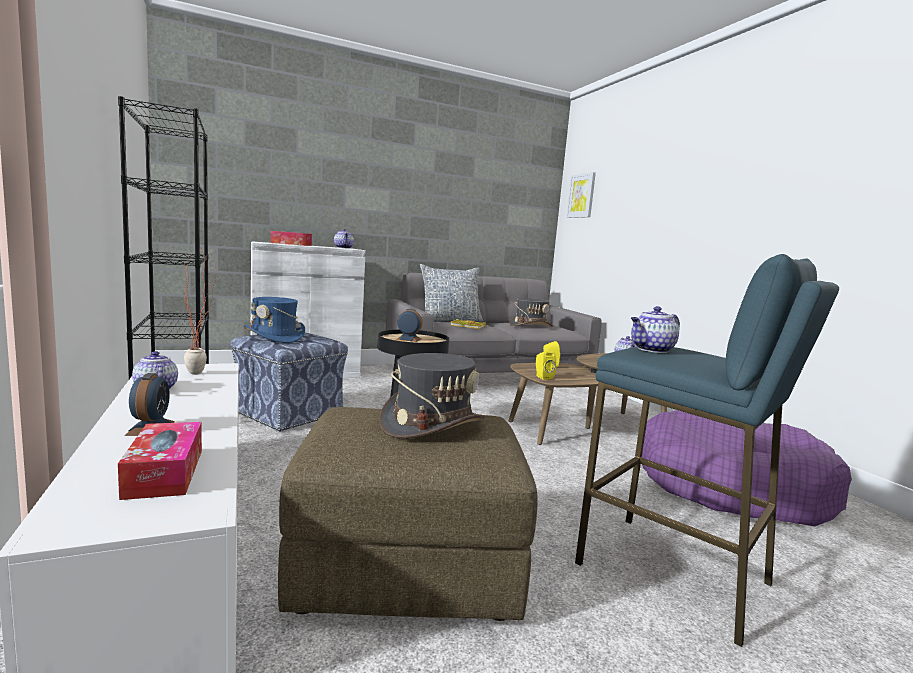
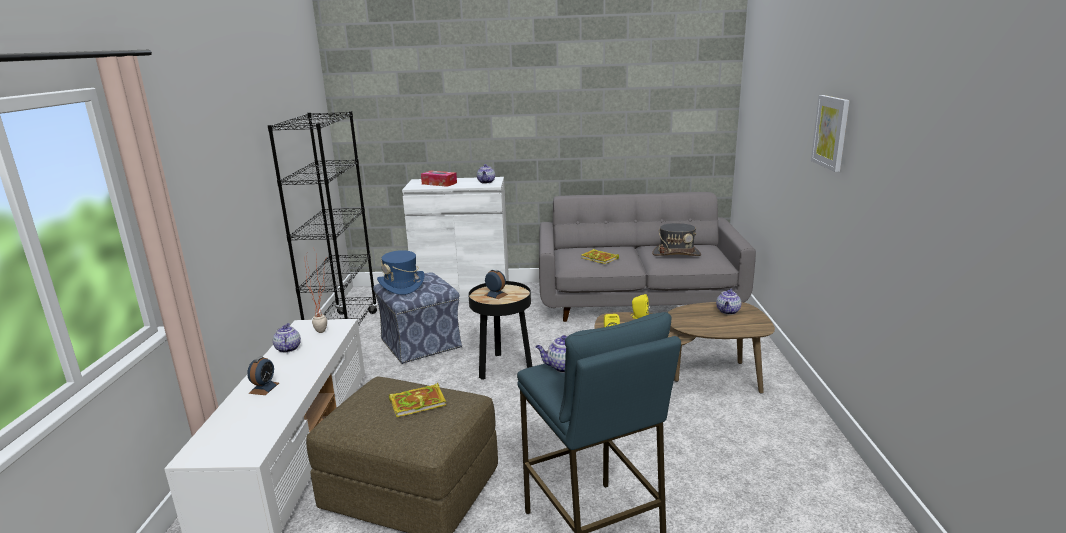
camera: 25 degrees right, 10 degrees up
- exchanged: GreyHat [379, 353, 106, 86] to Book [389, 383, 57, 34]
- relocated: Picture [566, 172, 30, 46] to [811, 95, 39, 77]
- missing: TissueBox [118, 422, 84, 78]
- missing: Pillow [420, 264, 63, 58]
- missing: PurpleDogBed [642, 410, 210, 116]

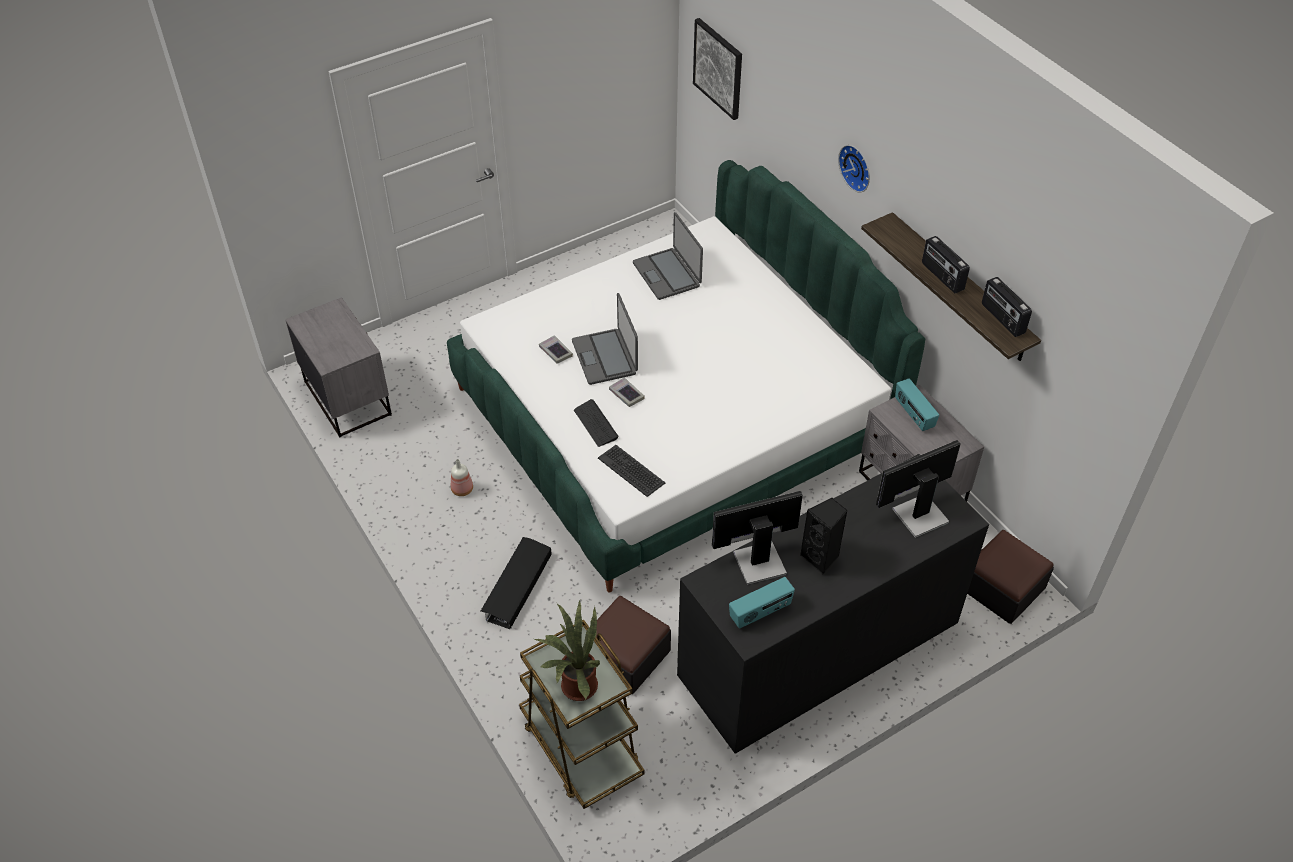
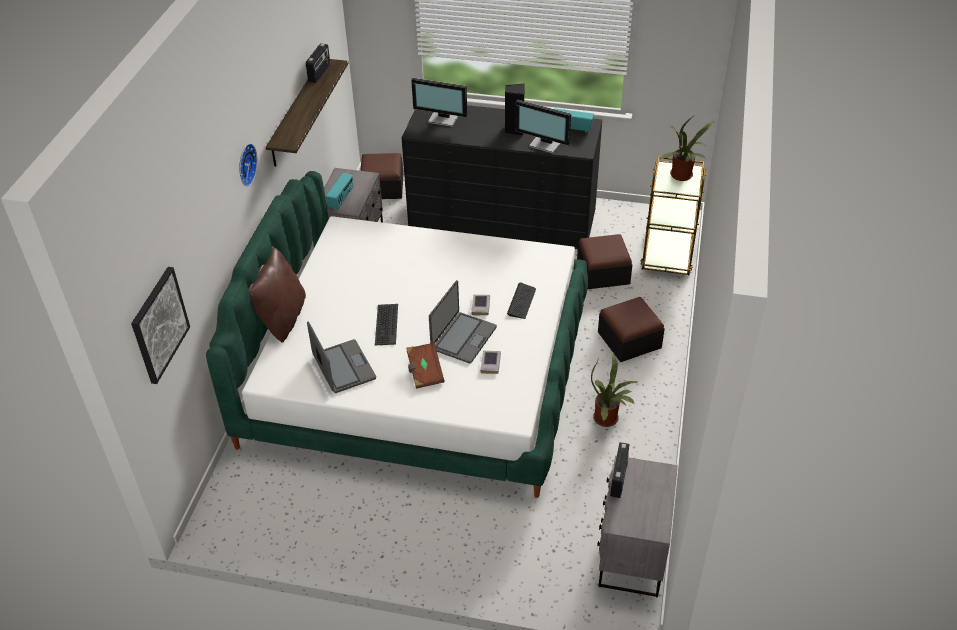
camera: 135 degrees left, 5 degrees down
- appeared: BrownPillow [248, 246, 58, 97]
- spun: Laptop [633, 212, 70, 88] = [307, 322, 69, 71] 45 degrees counterclockwise
- relocated: Keyboard [598, 445, 67, 52] to [375, 304, 23, 41]
- appeared: BrownBook [406, 343, 39, 46]
- exchanged: Bottle [451, 459, 22, 37] to PottedPlant [591, 352, 46, 75]
- exchanged: BlackStorageBox [481, 537, 71, 93] to Ottoman [598, 297, 67, 65]
- relocated: Radio [922, 236, 48, 57] to [610, 442, 20, 56]

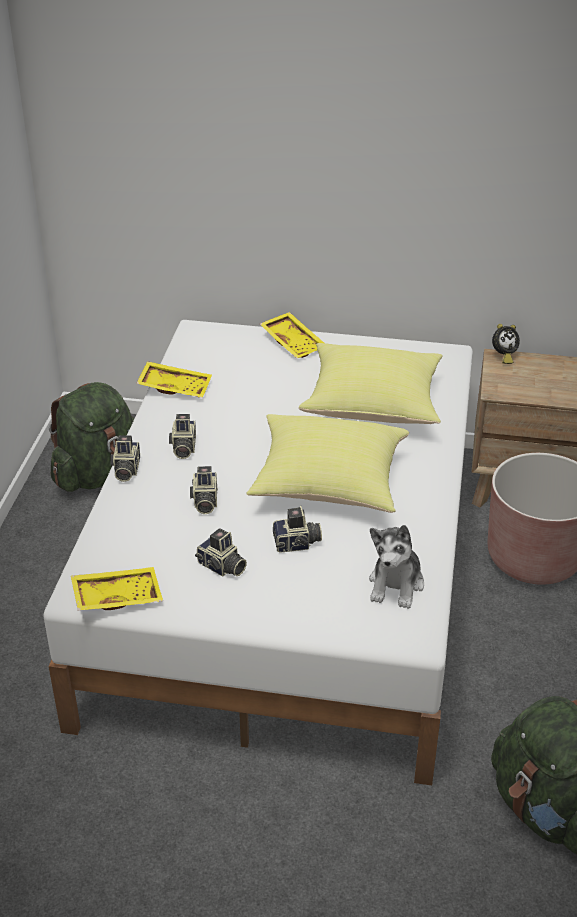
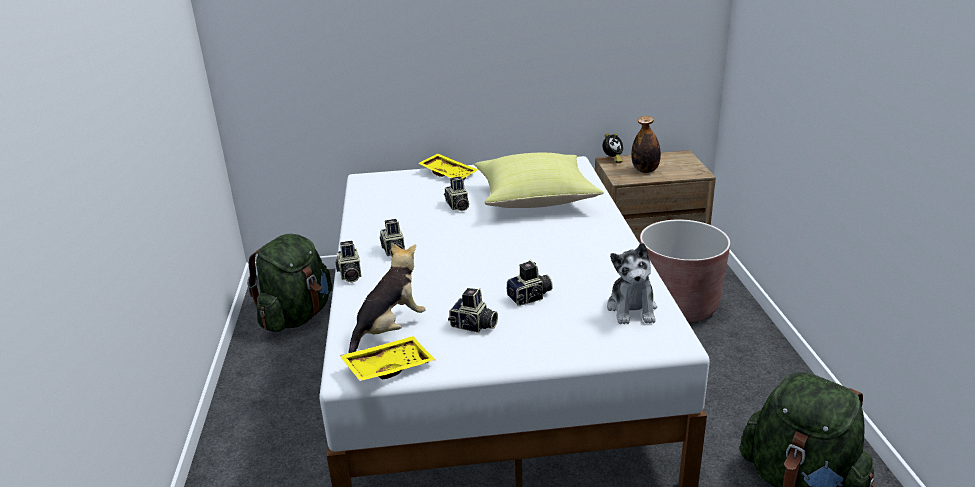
camera: 15 degrees left, 10 degrees down
- appeared: PlushToy [348, 243, 78, 110]
- relocated: PhotoCamera [190, 466, 28, 48] to [444, 177, 25, 34]
- appeared: Bottle [631, 116, 30, 57]
- missing: YellowTray [136, 361, 76, 37]
- missing: YellowPillow [246, 414, 163, 99]

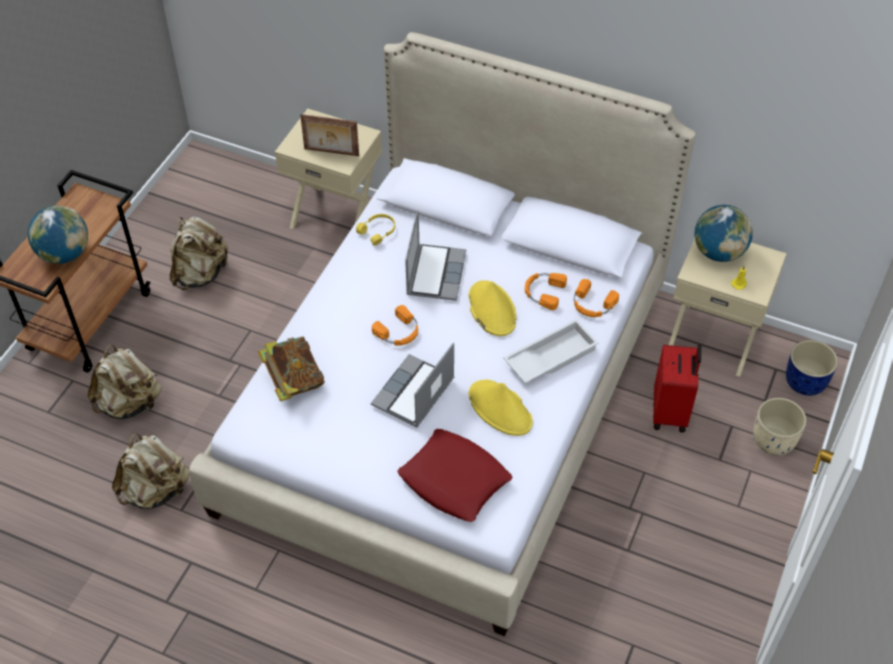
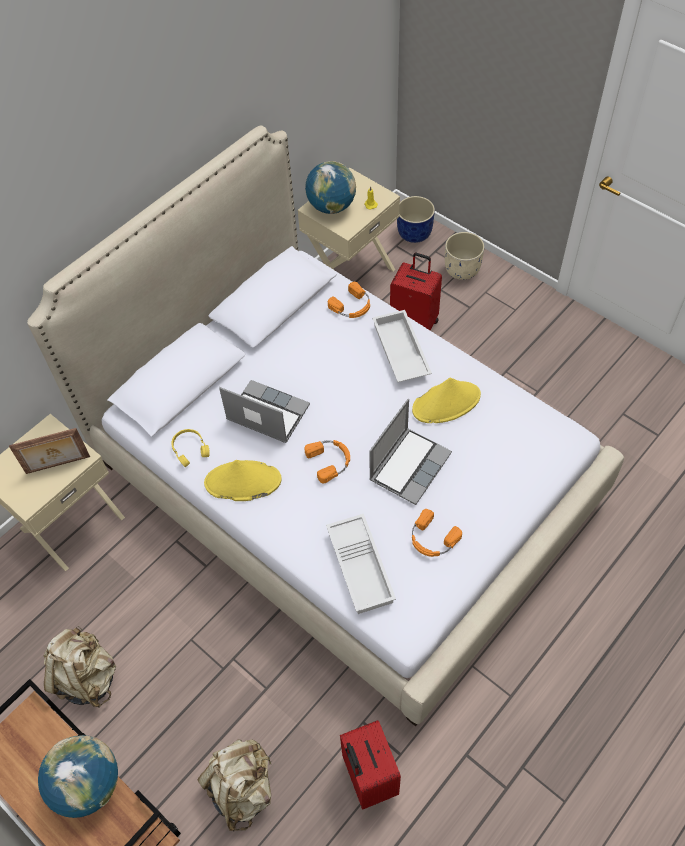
camera: 70 degrees left, 5 degrees up
- spun: PictureFrame [300, 114, 59, 42] = [9, 428, 81, 46] 45 degrees clockwise
- relocated: YellowHat [468, 280, 48, 56] to [204, 460, 78, 41]
- exchanged: Book [258, 336, 67, 65] to WhiteTray [326, 514, 70, 100]
- exchanged: BeigeBackpack [112, 433, 78, 76] to RedSuitcase [340, 720, 61, 90]
- spun: Laptop [371, 343, 83, 85] = [369, 399, 83, 106] 105 degrees counterclockwise
- relocated: OrangeHeadphones [525, 273, 42, 37] to [412, 509, 50, 48]
- missing: RedPillow [397, 429, 116, 93]

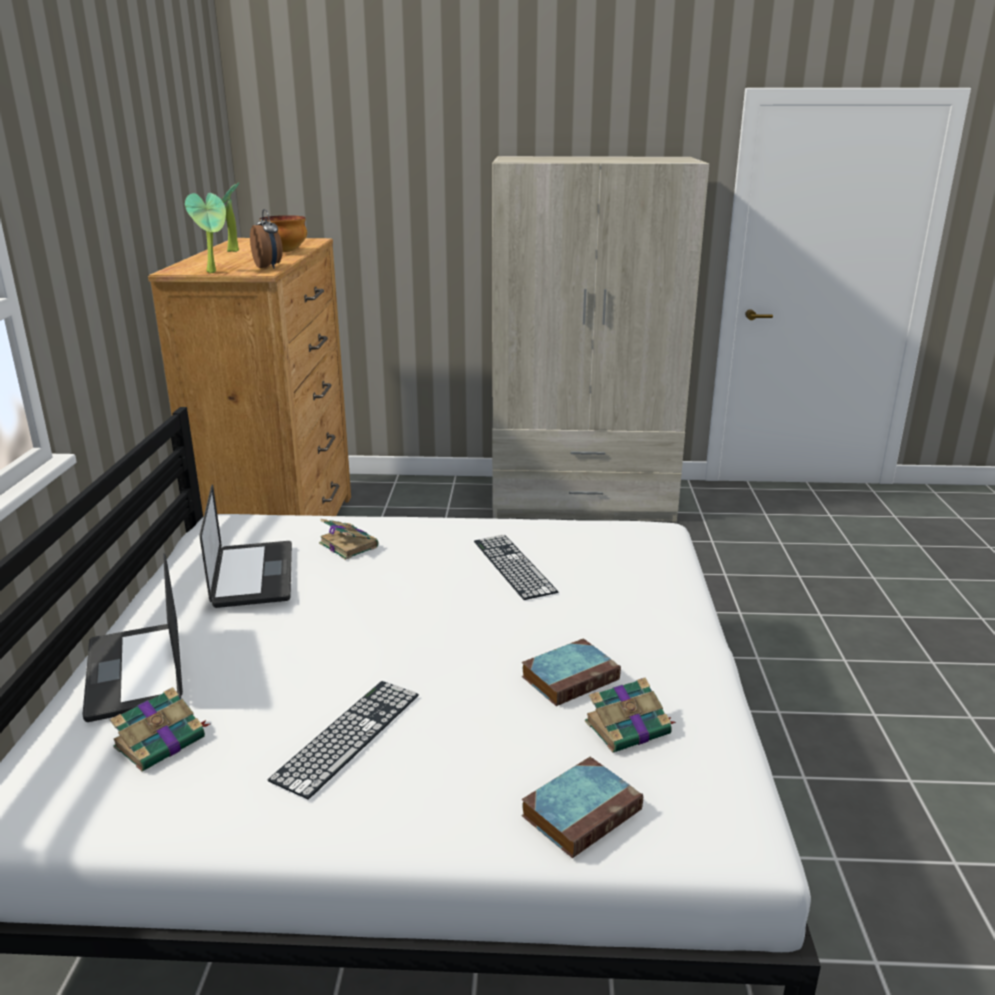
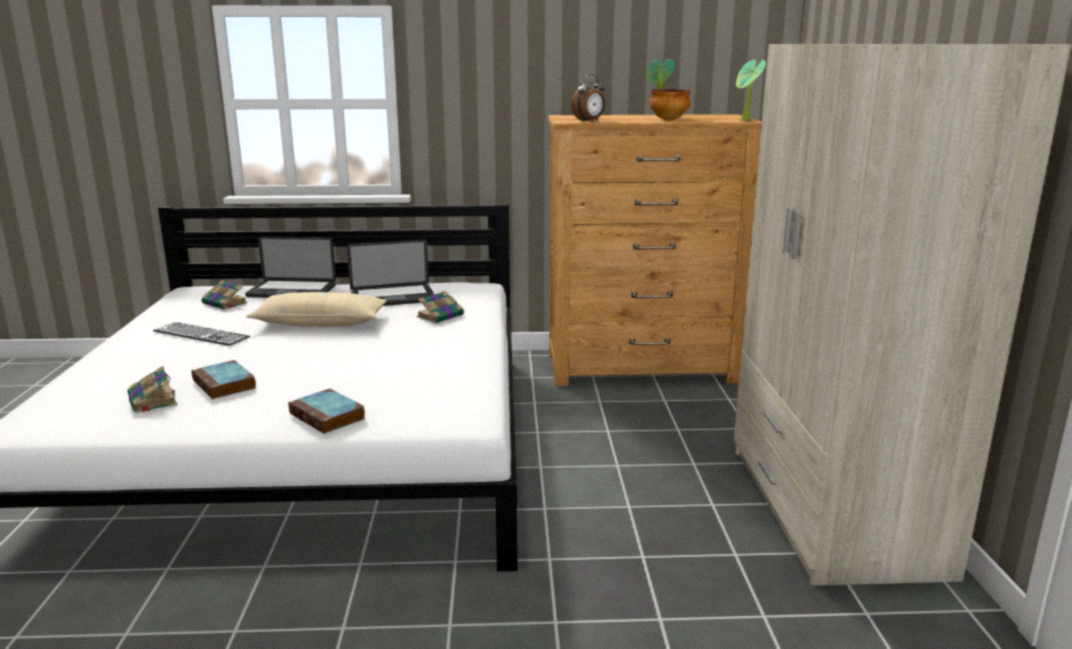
camera: 85 degrees right, 5 degrees down
- spun: Laptop [82, 553, 101, 169] = [245, 236, 91, 62] 150 degrees counterclockwise
- appeared: BeigePillow [246, 292, 141, 35]
- relocated: Book [521, 757, 122, 101] to [288, 389, 77, 45]
- relocated: PottedPlant [185, 193, 41, 80] to [736, 59, 30, 62]
- missing: Keyboard [474, 535, 84, 65]

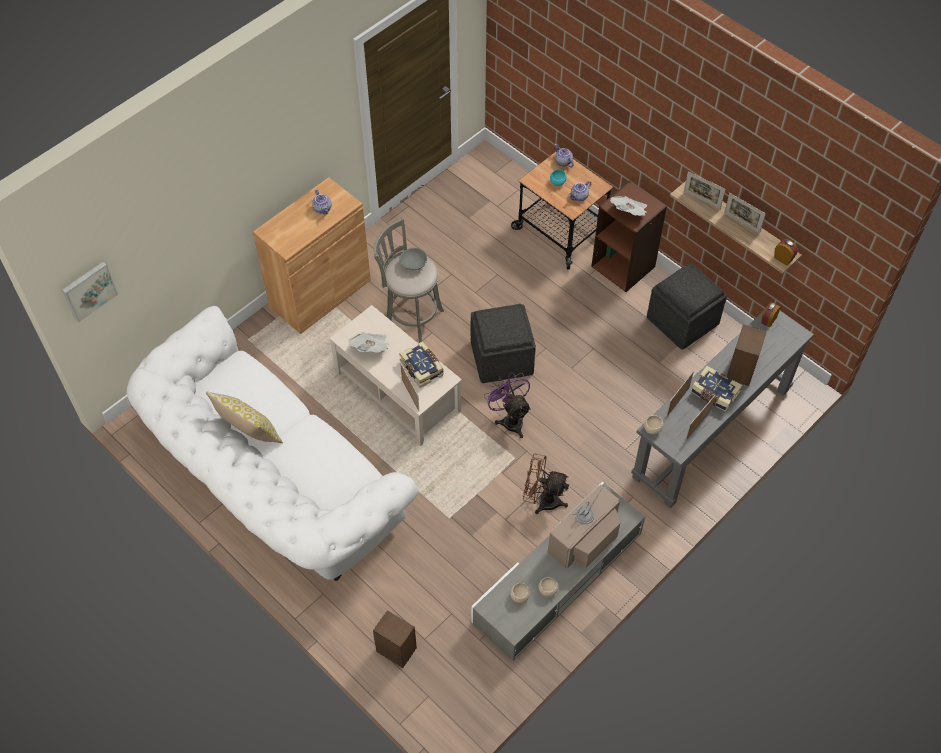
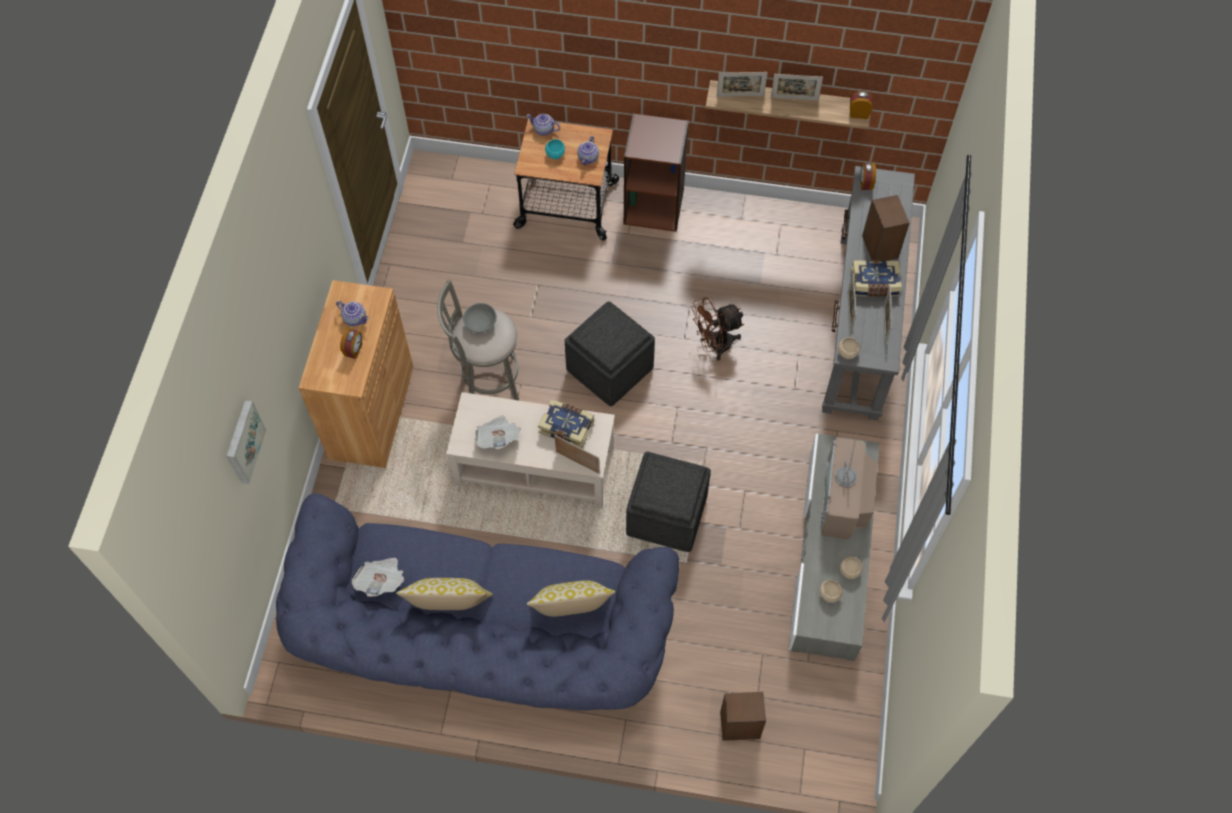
camera: 35 degrees left, 5 degrees up
- relocated: Picture [62, 262, 56, 61] to [226, 400, 40, 84]
- colour: WhiteSofa [127, 306, 291, 275] to BlueSofa [276, 493, 403, 218]
- appeared: AlarmClock [340, 329, 22, 30]
- relocated: Newspaper [610, 196, 37, 20] to [352, 558, 52, 39]
- appeared: Pillow [527, 580, 88, 37]
- relocated: GreyOttoman [647, 263, 80, 87] to [626, 452, 85, 100]
- relocated: BrownFan [523, 454, 46, 60] to [691, 297, 53, 64]
- missing: PurpleFan [484, 372, 47, 66]

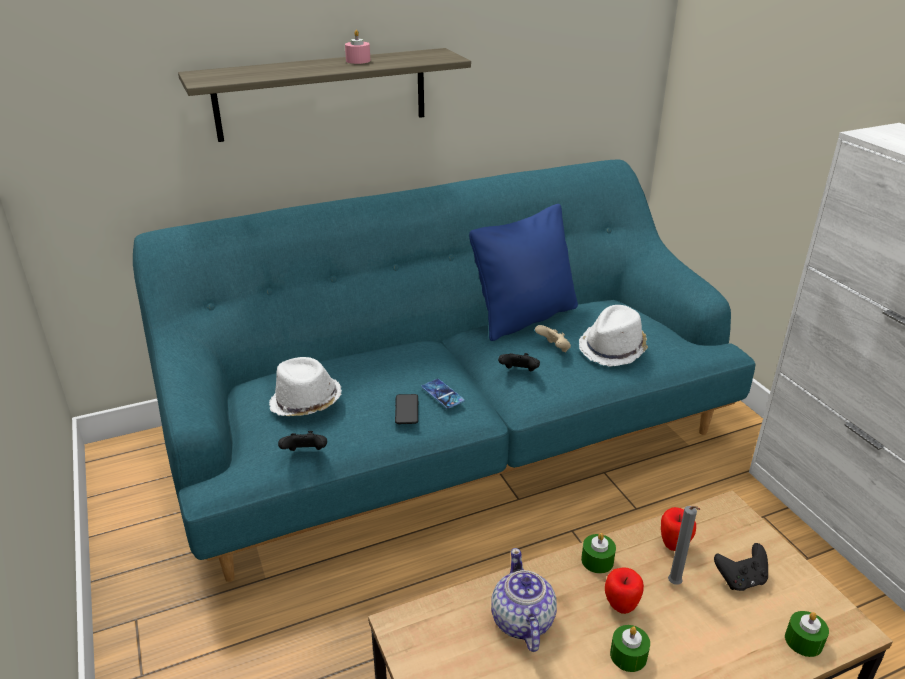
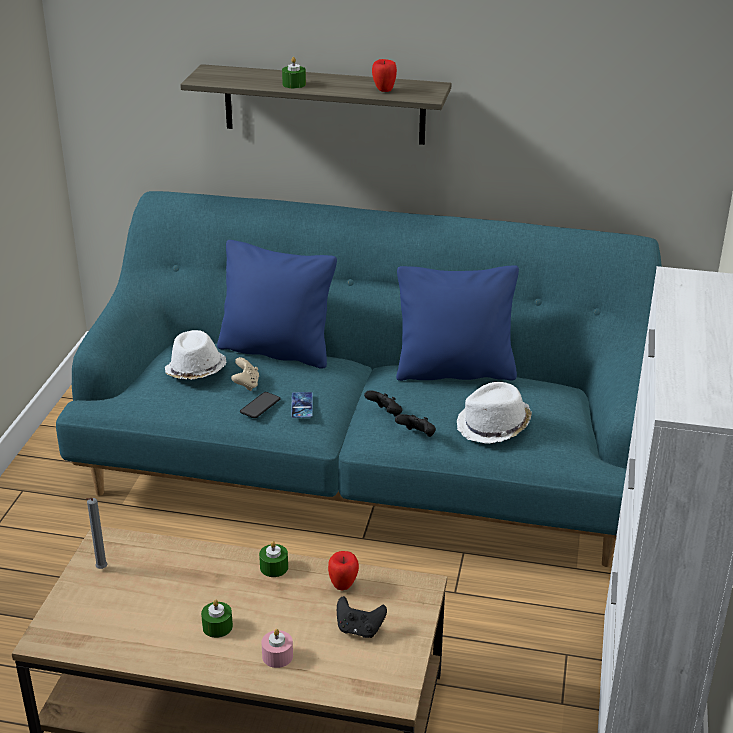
camera: 35 degrees right, 0 degrees up
- relocated: GreyCandle [668, 506, 32, 79] to [86, 498, 21, 71]
- appeared: BluePillow [217, 240, 120, 129]
- relocated: BeigeGameController [535, 325, 36, 27] to [231, 357, 28, 34]
- relocated: PinkCandle [345, 30, 26, 34] to [261, 629, 32, 39]
- relocated: GreenCandle [785, 611, 44, 46] to [282, 57, 24, 31]
- relocated: Apple [605, 568, 39, 46] to [372, 59, 25, 33]
- relocated: BlackGameController [278, 431, 49, 20] to [395, 414, 41, 23]
- missing: Teapot [491, 548, 66, 104]

